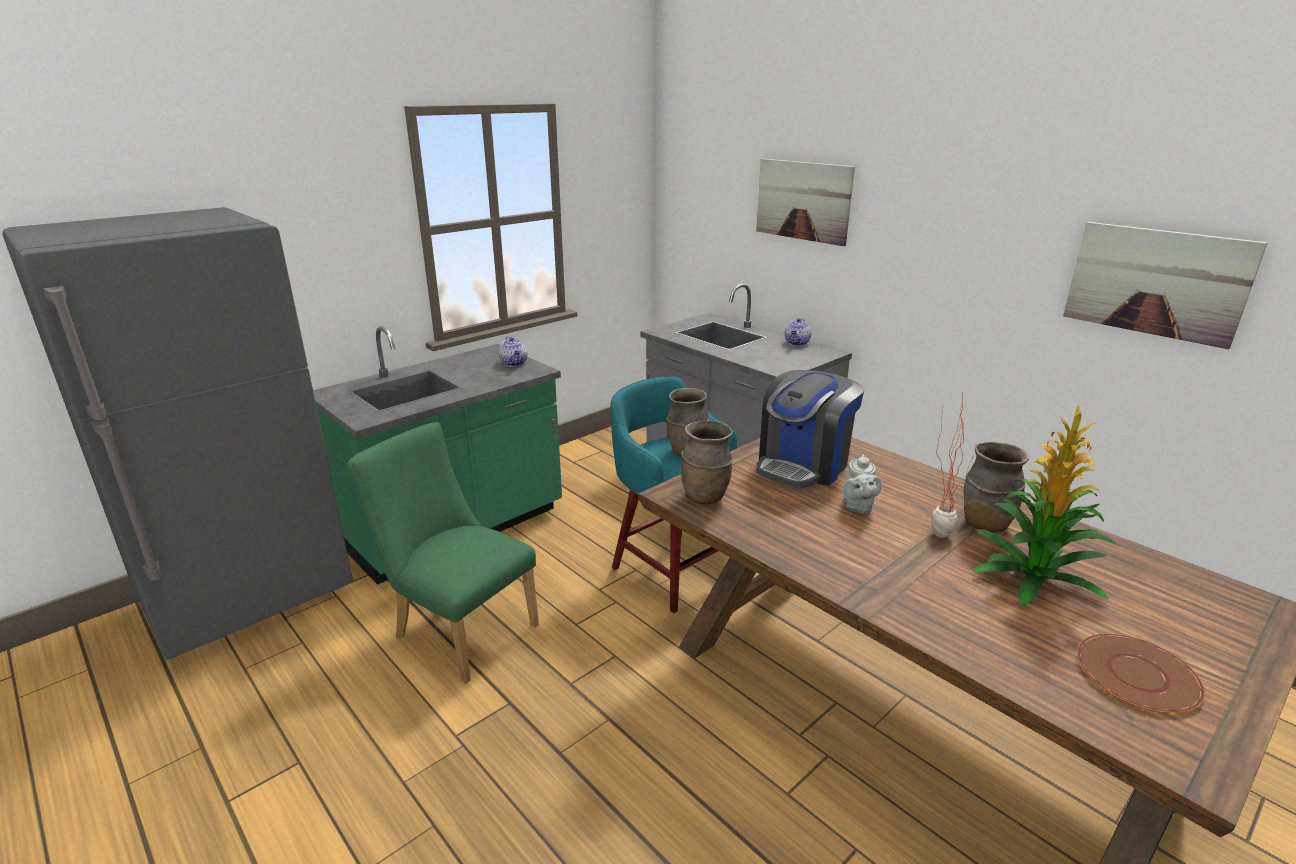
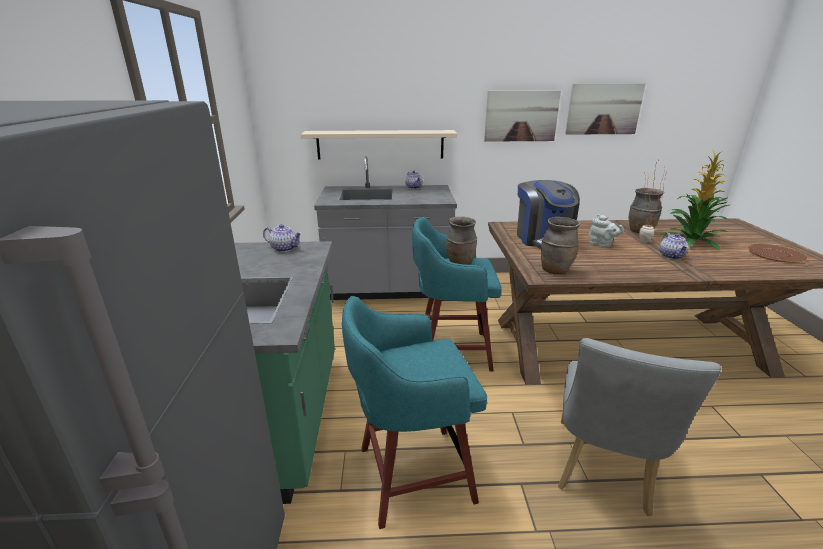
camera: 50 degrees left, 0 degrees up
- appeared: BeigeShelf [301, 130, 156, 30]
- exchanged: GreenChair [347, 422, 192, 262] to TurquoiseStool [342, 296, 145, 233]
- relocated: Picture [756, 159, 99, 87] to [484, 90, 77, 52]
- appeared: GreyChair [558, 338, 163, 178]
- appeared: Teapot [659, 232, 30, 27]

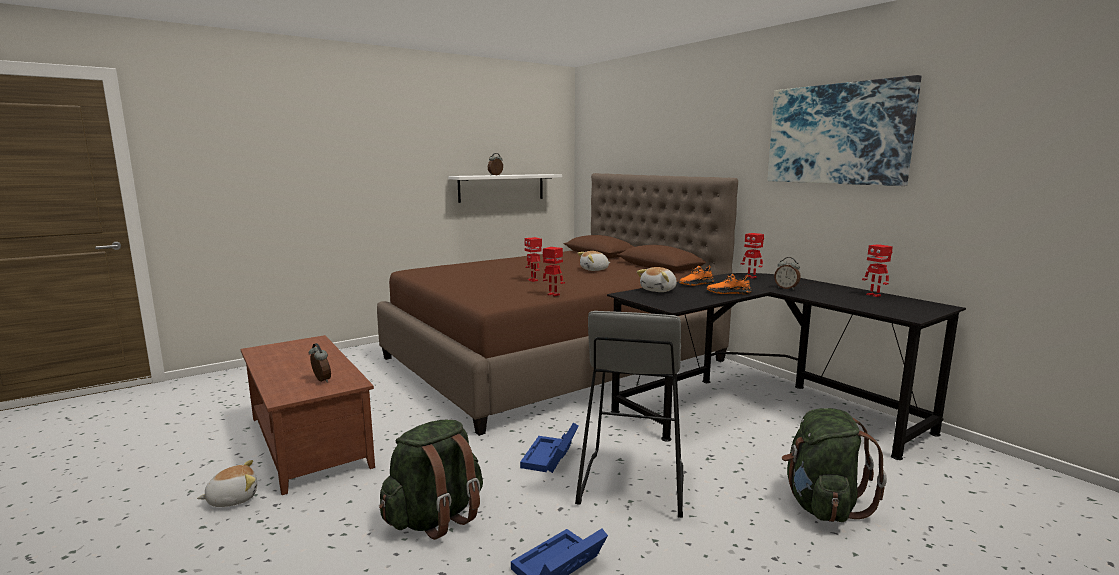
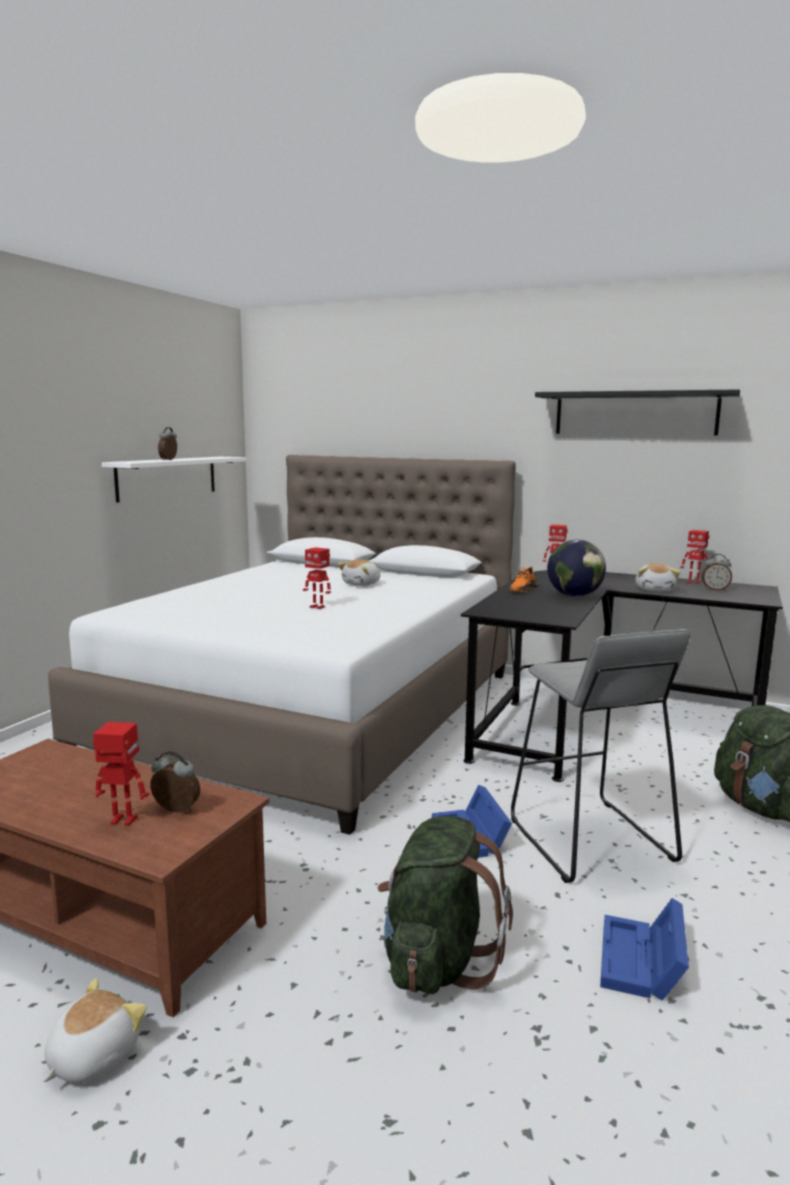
camera: 30 degrees left, 0 degrees up
- colour: BrownBed [377, 173, 361, 263] to WhiteBed [48, 455, 468, 380]
- relocated: ToyRobot [543, 247, 22, 49] to [93, 722, 56, 104]
- exchanged: Picture [768, 75, 153, 111] to BlackShelf [535, 389, 205, 47]
- exchanged: OrangeShoe [707, 274, 45, 20] to Globe [547, 539, 59, 58]
- relocated: PlushToy [637, 267, 40, 25] to [636, 563, 44, 28]
- relocated: AlarmClock [774, 257, 27, 33] to [702, 554, 30, 37]

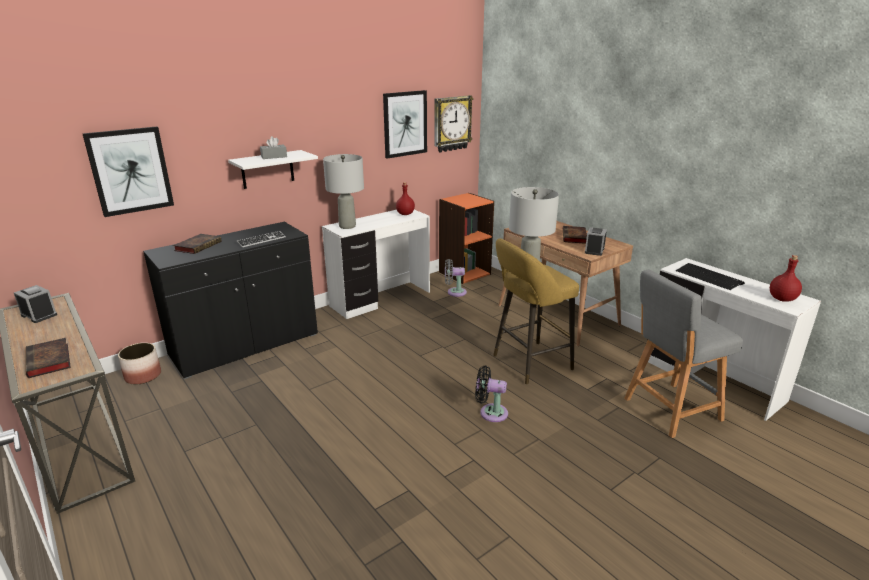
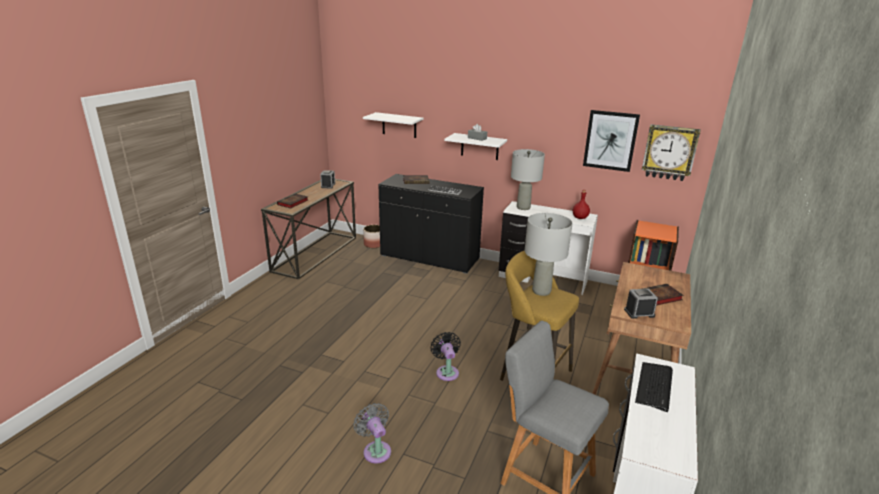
camera: 60 degrees right, 0 degrees up
- relocated: GreyFan [445, 259, 22, 38] to [353, 403, 38, 60]
- exchanged: Picture [83, 127, 91, 90] to WhiteShelf [363, 112, 60, 26]
- missing: RedBottle [770, 255, 32, 47]

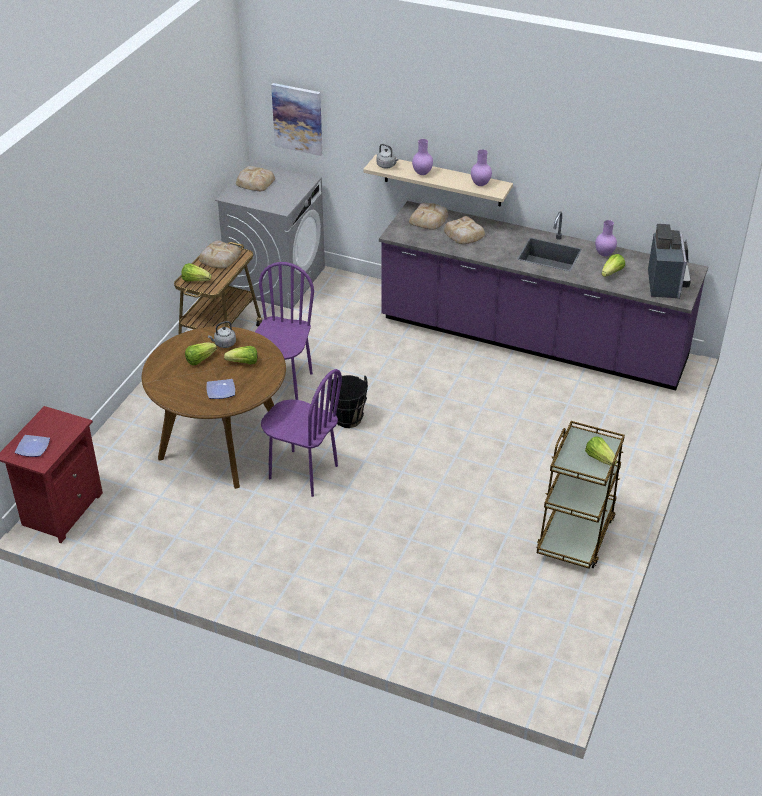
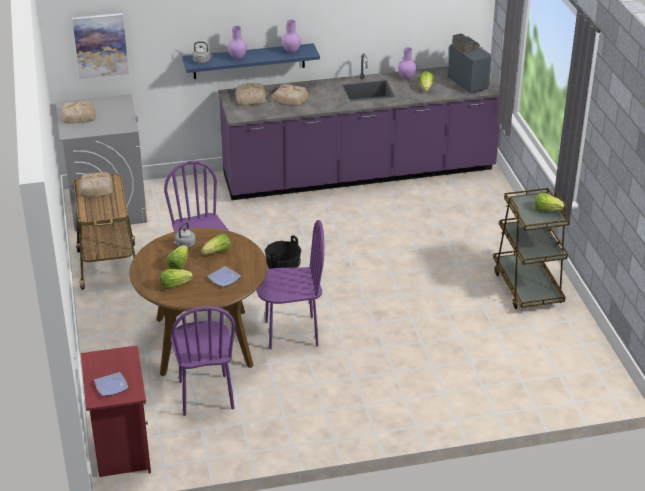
camera: 35 degrees left, 5 degrees down
- relocated: Lettuce [181, 263, 30, 18] to [160, 269, 33, 20]
- appeared: PurpleChair [171, 306, 64, 110]
- colour: BeigeShelf [363, 154, 150, 53] to BlueShelf [183, 43, 137, 36]

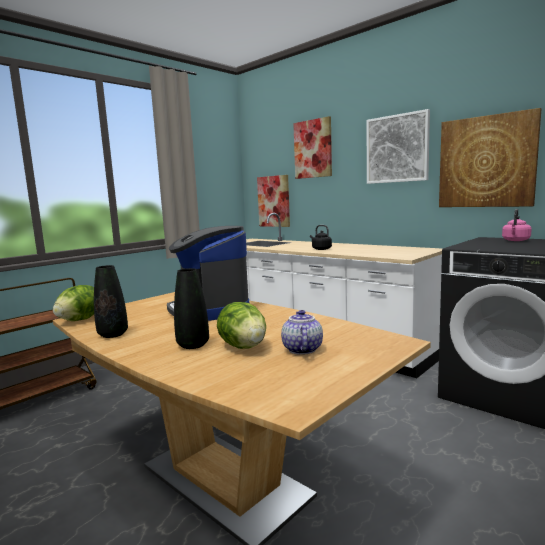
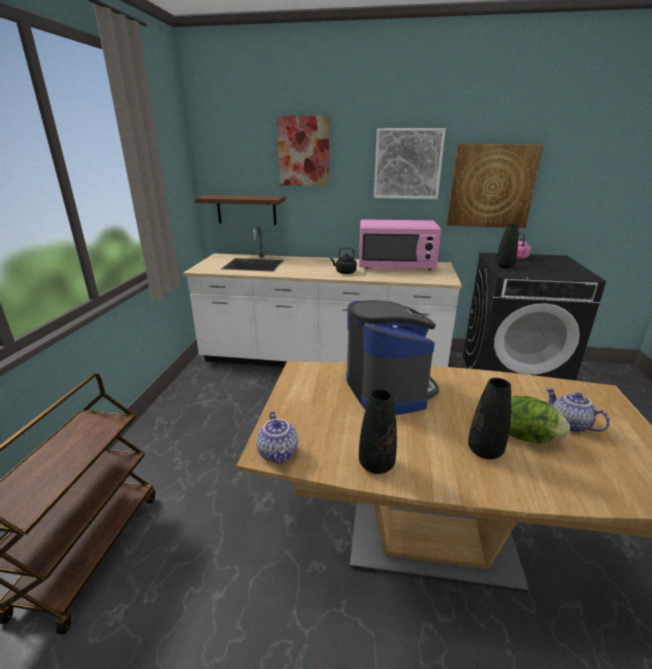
camera: 35 degrees left, 15 degrees up
- exchanged: Picture [257, 175, 33, 52] to BrownShelf [195, 195, 91, 30]
- exchanged: Lettuce [53, 285, 41, 36] to Teapot [256, 411, 42, 53]
- spun: CoffeeMachine [167, 226, 82, 95] = [346, 300, 93, 115] 135 degrees counterclockwise
- appeared: PinkMicrowave [359, 219, 82, 51]
- appeared: BlackVase [496, 224, 22, 44]

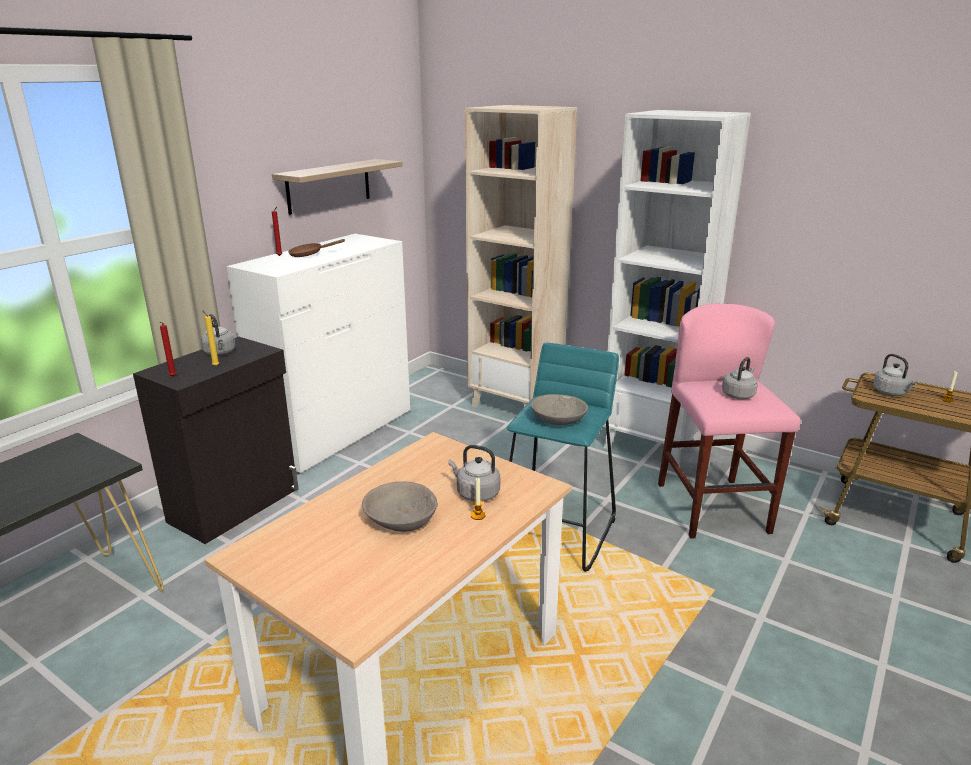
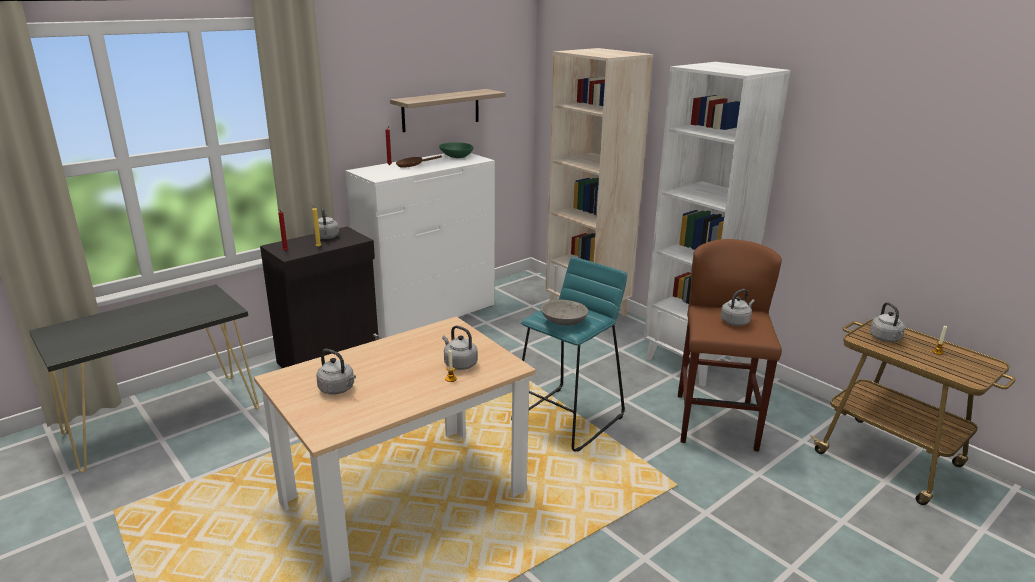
camera: 15 degrees right, 0 degrees up
- appeared: GreyKettle [316, 349, 40, 46]
- appeared: GreenBowl [439, 142, 34, 16]
- colour: PinkStool [658, 304, 143, 235] to BrownStool [678, 239, 104, 213]
- missing: GreyBowl [362, 481, 76, 51]

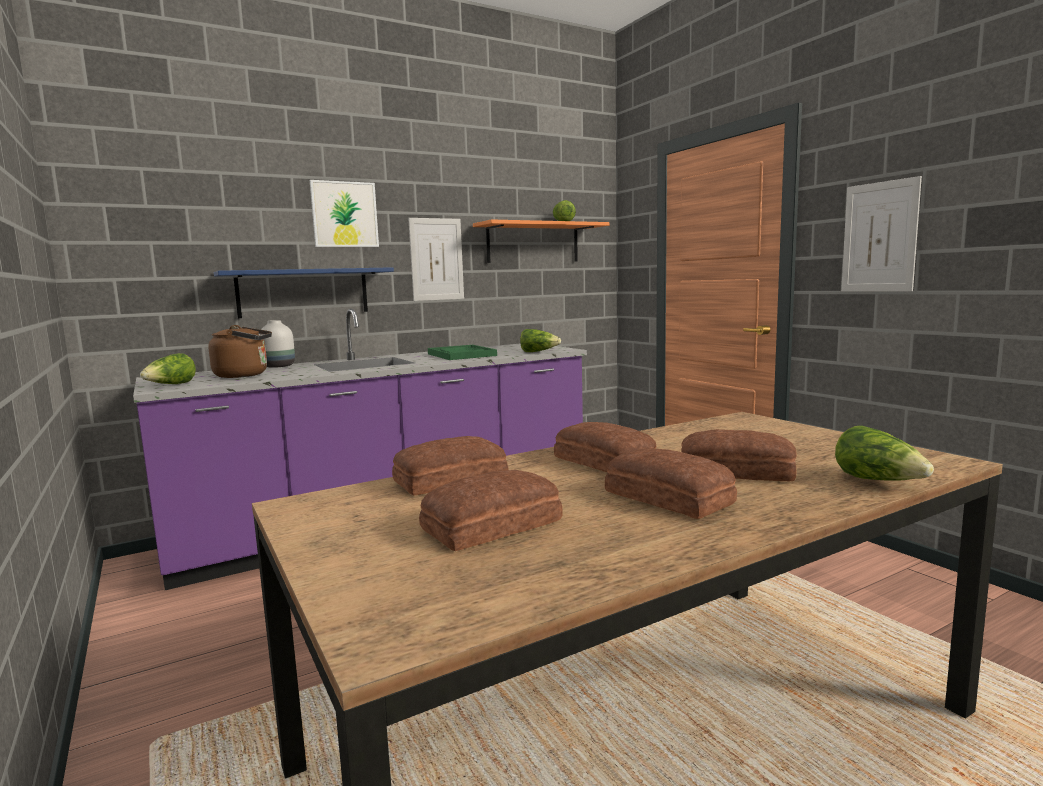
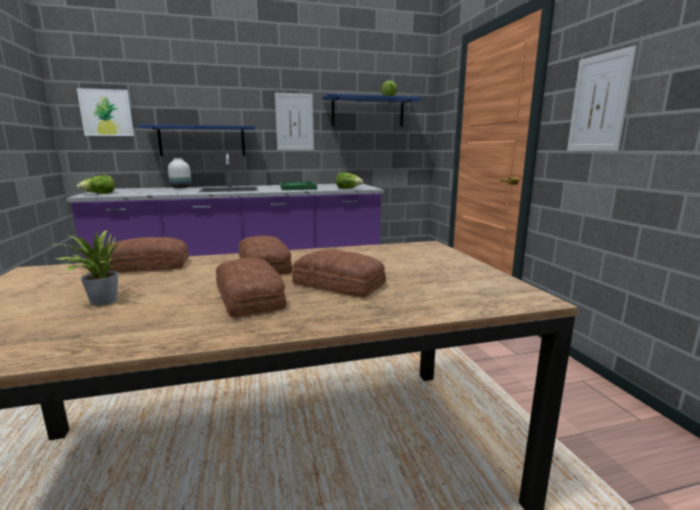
camera: 15 degrees right, 5 degrees up
- exchanged: Bread [419, 470, 144, 81] to PottedPlant [55, 230, 69, 76]
- relocated: Picture [310, 180, 69, 67] to [77, 88, 57, 48]
- colour: OrangeShelf [473, 219, 136, 44] to BlueShelf [322, 94, 101, 33]
- missing: BrownKettle [208, 325, 64, 53]
- missing: Lettuce [835, 425, 99, 56]

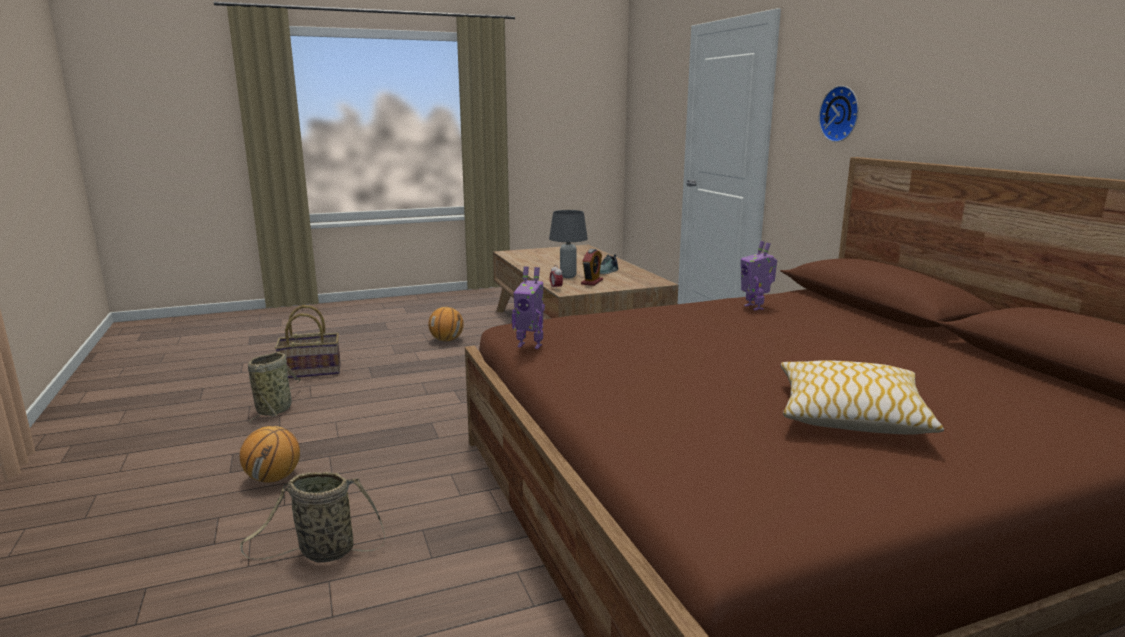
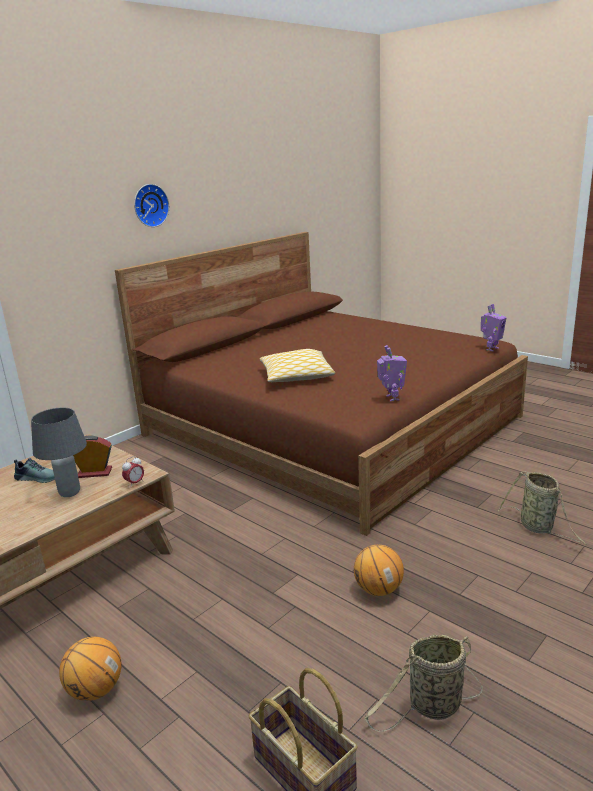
camera: 115 degrees left, 5 degrees up
- relocated: WallClock [819, 85, 40, 57] to [134, 184, 35, 43]
- relocated: Pillow [781, 360, 163, 75] to [260, 349, 75, 33]
- relocated: Basketball [240, 426, 60, 56] to [354, 545, 50, 51]
- relocated: ToyRobot [741, 241, 36, 69] to [481, 304, 26, 47]

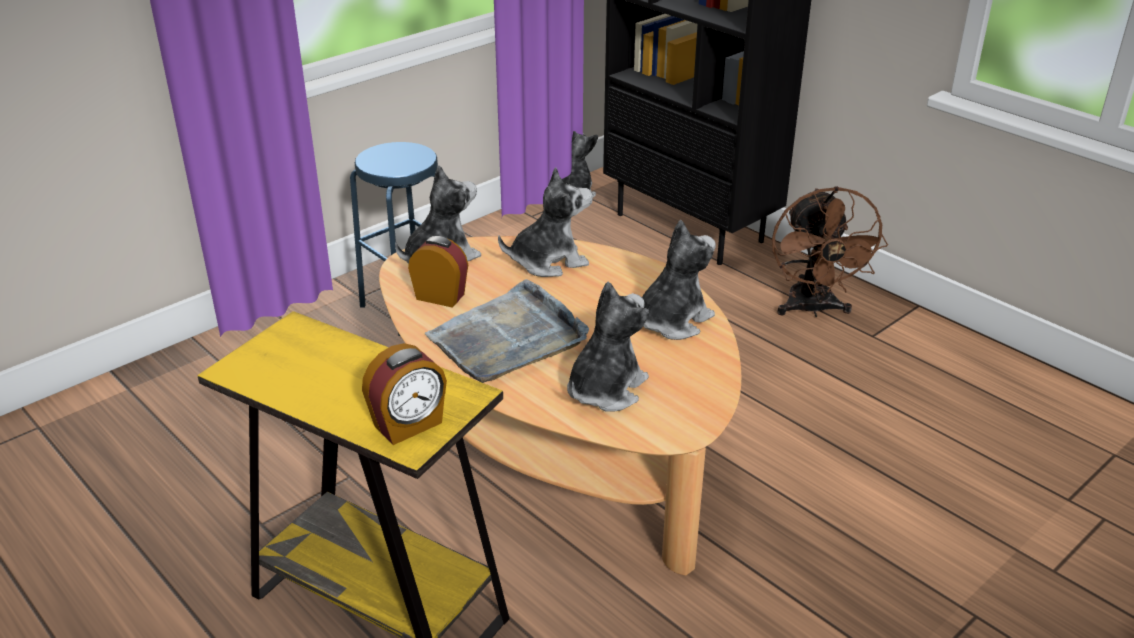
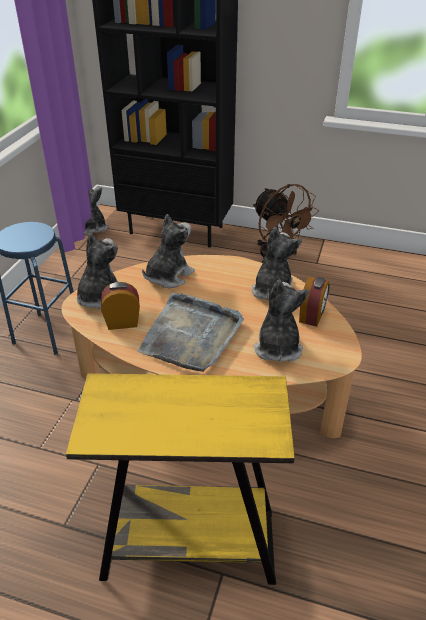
camera: 30 degrees left, 5 degrees up
- relocated: AlarmClock [362, 343, 85, 102] to [299, 277, 31, 49]

